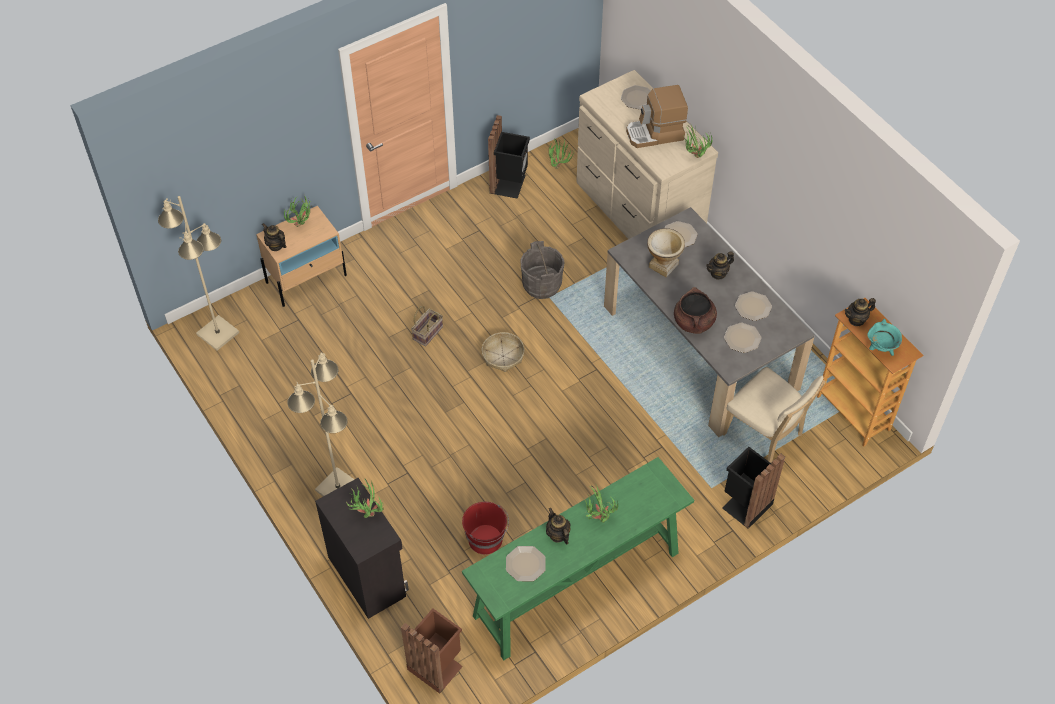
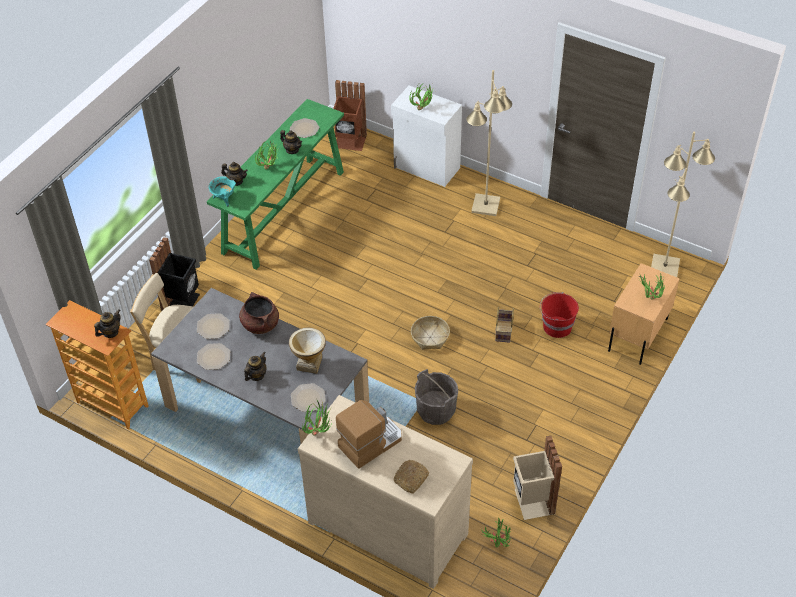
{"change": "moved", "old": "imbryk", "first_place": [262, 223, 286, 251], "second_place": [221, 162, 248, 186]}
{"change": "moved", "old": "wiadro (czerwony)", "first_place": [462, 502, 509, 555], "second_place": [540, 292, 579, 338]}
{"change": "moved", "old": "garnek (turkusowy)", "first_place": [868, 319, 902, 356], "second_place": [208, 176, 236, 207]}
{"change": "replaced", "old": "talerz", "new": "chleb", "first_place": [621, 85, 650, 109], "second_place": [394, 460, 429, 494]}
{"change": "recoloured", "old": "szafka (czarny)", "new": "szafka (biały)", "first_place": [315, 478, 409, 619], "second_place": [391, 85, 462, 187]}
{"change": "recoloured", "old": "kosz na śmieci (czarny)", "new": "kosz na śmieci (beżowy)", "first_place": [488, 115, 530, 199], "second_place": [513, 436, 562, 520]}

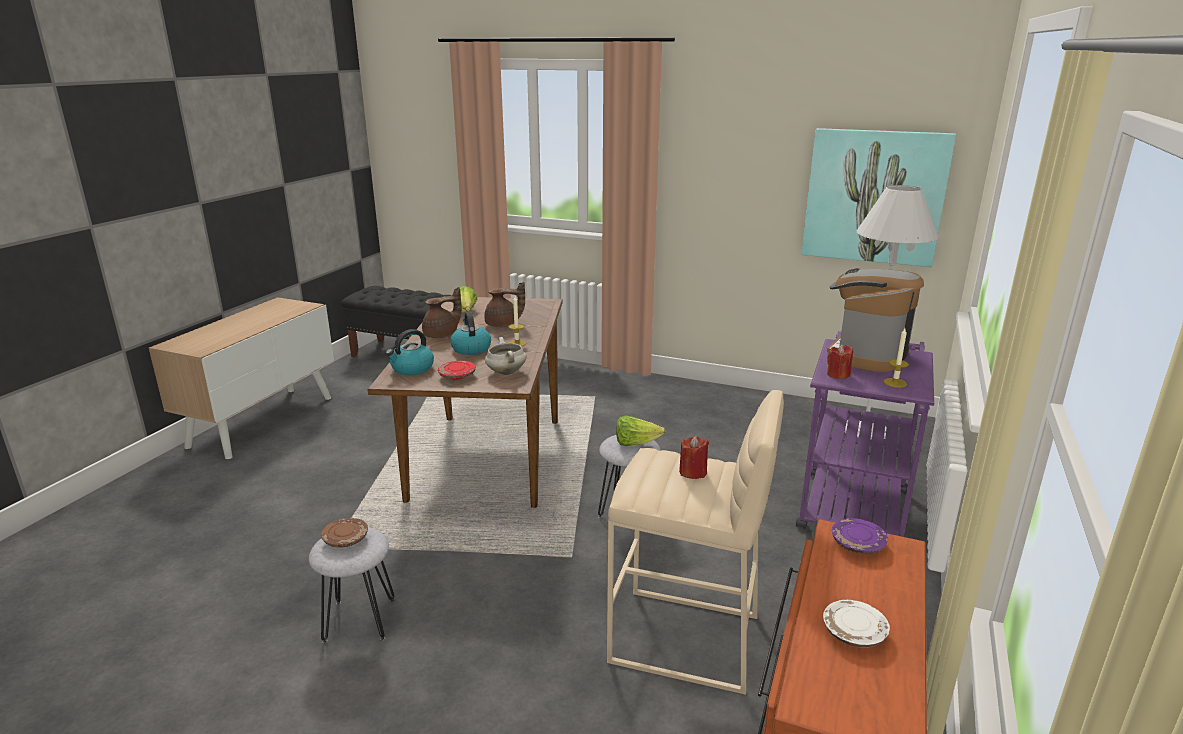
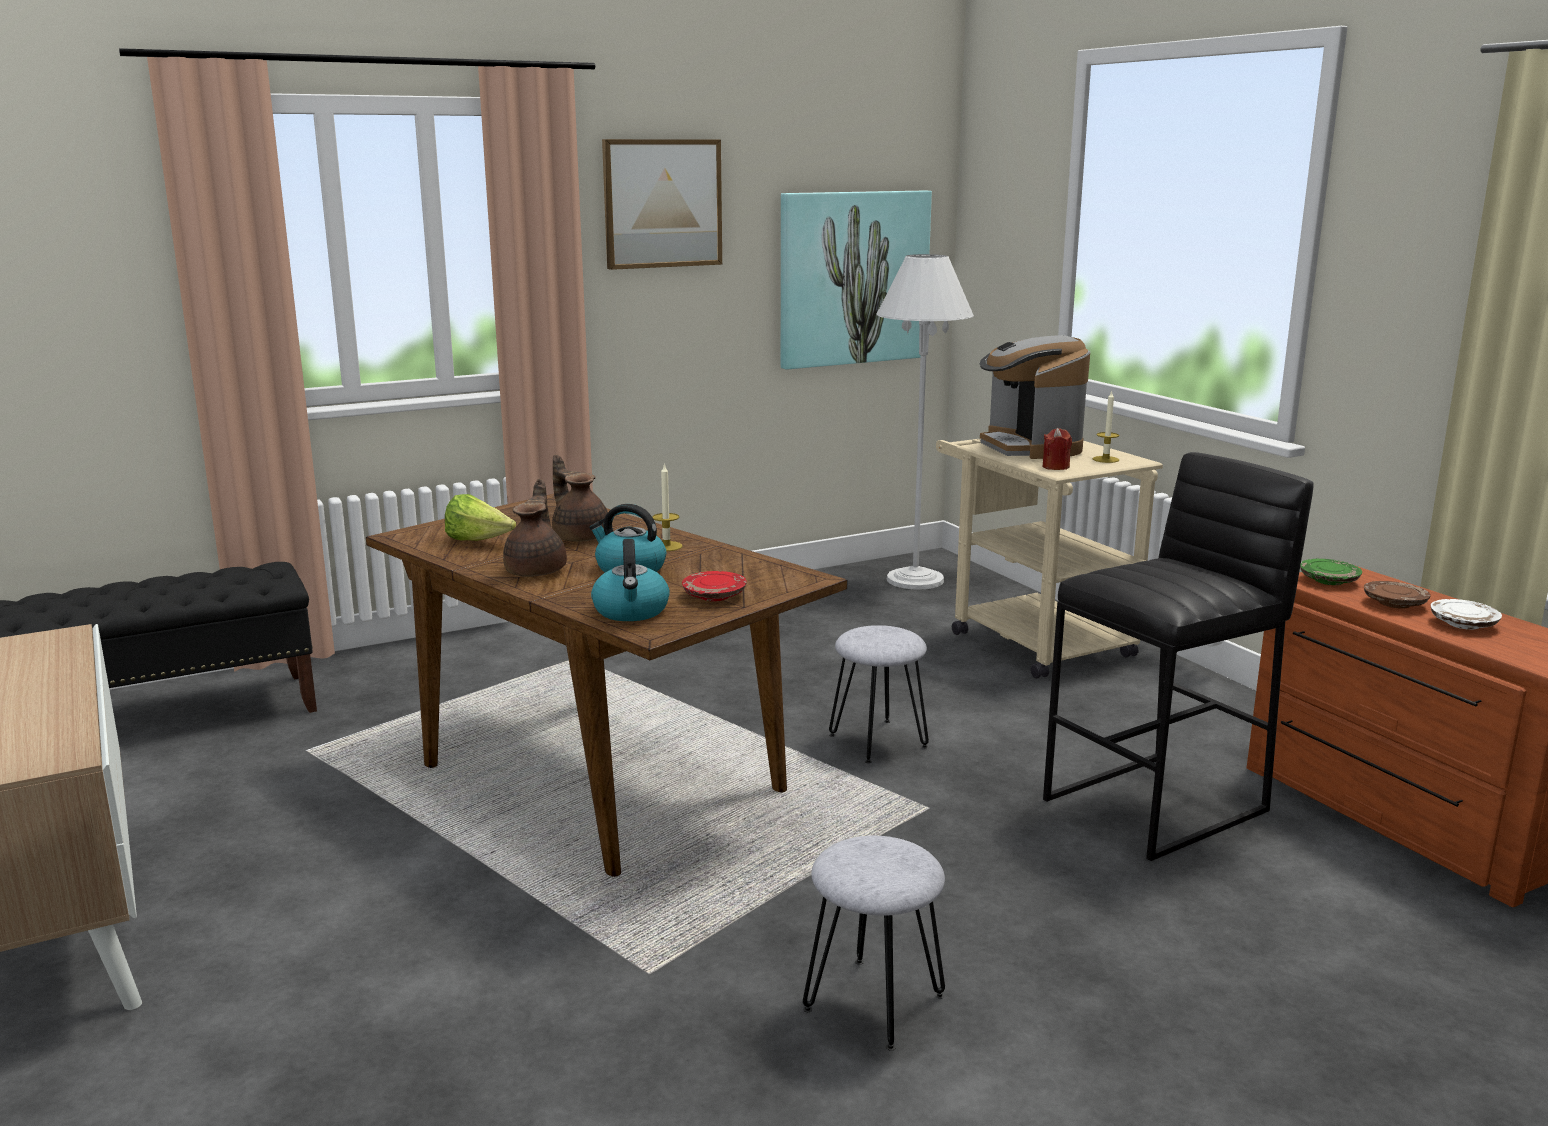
{"change": "removed", "old": "garnek (biały)", "first_place": [485, 337, 527, 375]}
{"change": "removed", "old": "sałata", "first_place": [616, 416, 665, 446]}
{"change": "removed", "old": "świeca (czerwony)", "first_place": [679, 436, 709, 479]}
{"change": "added", "new": "obraz", "second_place": [602, 139, 722, 270]}
{"change": "moved", "old": "talerz (brązowy)", "first_place": [321, 518, 368, 548], "second_place": [1364, 581, 1431, 609]}
{"change": "recoloured", "old": "stołek (beżowy)", "new": "stołek (czarny)", "first_place": [607, 390, 784, 695], "second_place": [1043, 452, 1314, 861]}
{"change": "recoloured", "old": "wózek (fioletowy)", "new": "wózek (beżowy)", "first_place": [796, 331, 934, 537], "second_place": [936, 438, 1163, 679]}
{"change": "recoloured", "old": "talerz (fioletowy)", "new": "talerz (zielony)", "first_place": [832, 518, 888, 554], "second_place": [1300, 559, 1362, 585]}
{"change": "turned", "old": "imbryk (brązowy)", "first_place": [484, 282, 525, 327], "second_place": [552, 455, 608, 542], "degrees": -75}

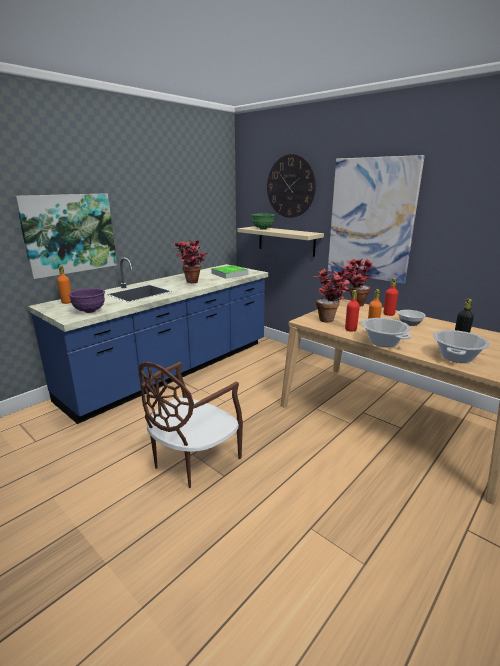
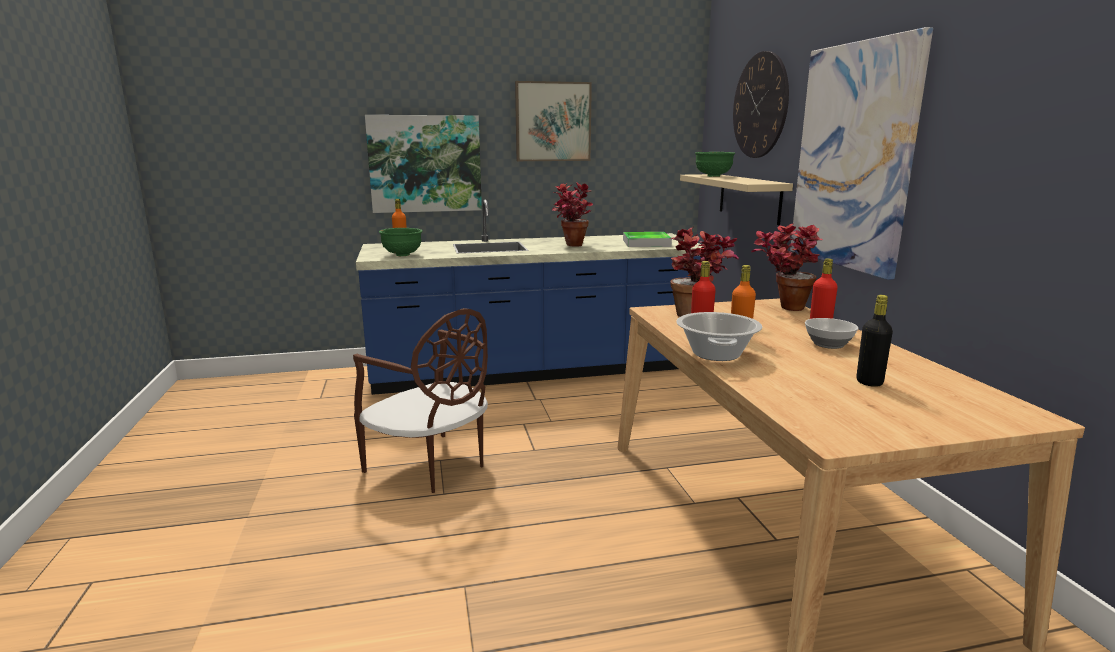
{"change": "removed", "old": "garnek", "first_place": [433, 330, 490, 363]}
{"change": "added", "new": "obraz", "second_place": [515, 81, 592, 161]}
{"change": "recoloured", "old": "miska (fioletowy)", "new": "miska (zielony)", "first_place": [69, 288, 105, 313], "second_place": [379, 228, 423, 256]}
{"change": "turned", "old": "krzesło (brązowy)", "first_place": [138, 362, 243, 488], "second_place": [353, 308, 488, 493], "degrees": -120}

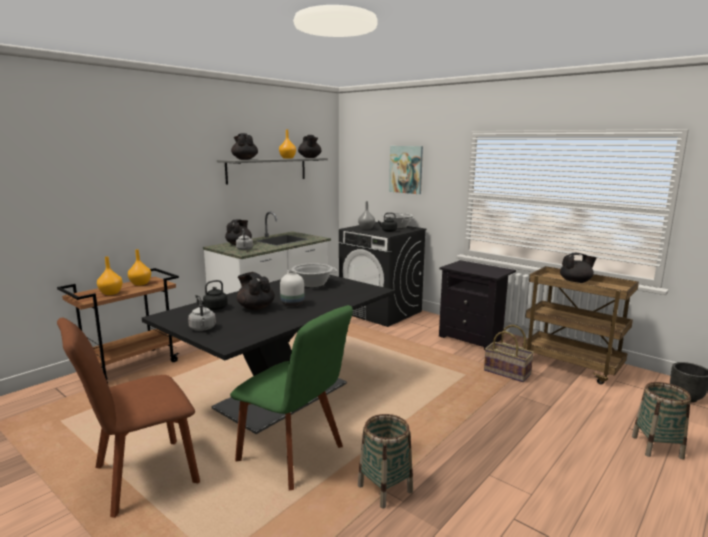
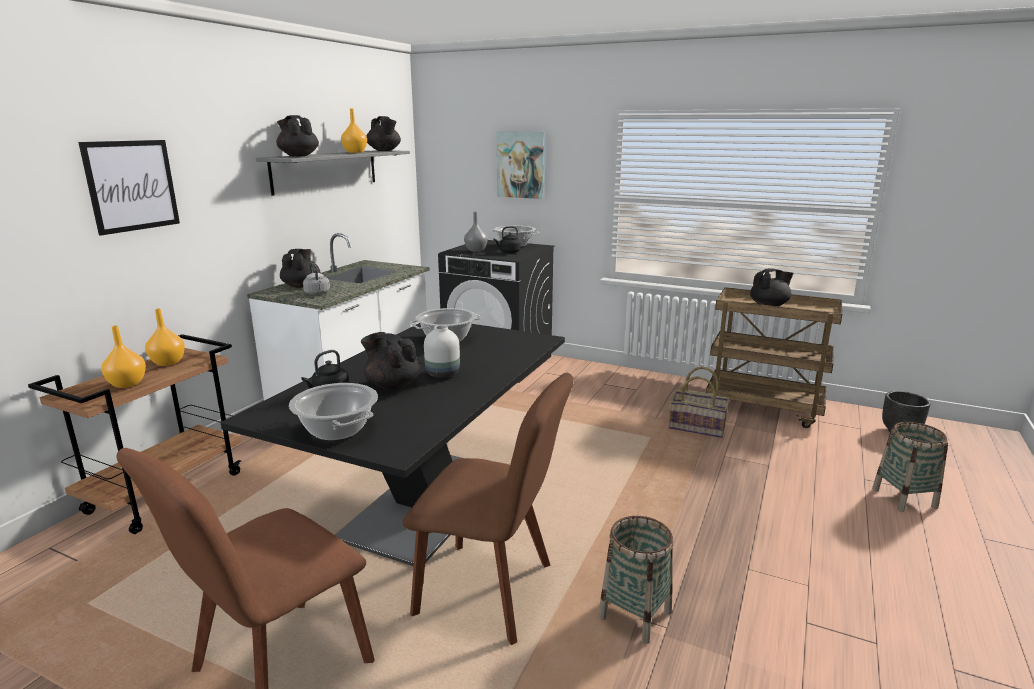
{"change": "removed", "old": "szafka nocna (czarny)", "first_place": [439, 260, 516, 350]}
{"change": "added", "new": "obraz", "second_place": [78, 140, 180, 236]}
{"change": "replaced", "old": "czajnik (szary)", "new": "garnek", "first_place": [188, 297, 216, 331], "second_place": [289, 383, 378, 441]}
{"change": "recoloured", "old": "krzesło (zielony)", "new": "krzesło (brązowy)", "first_place": [230, 305, 353, 490], "second_place": [403, 373, 574, 645]}

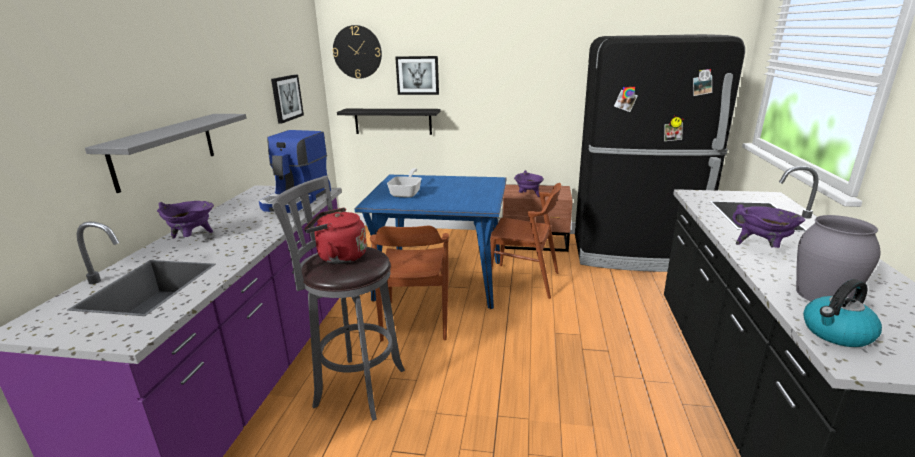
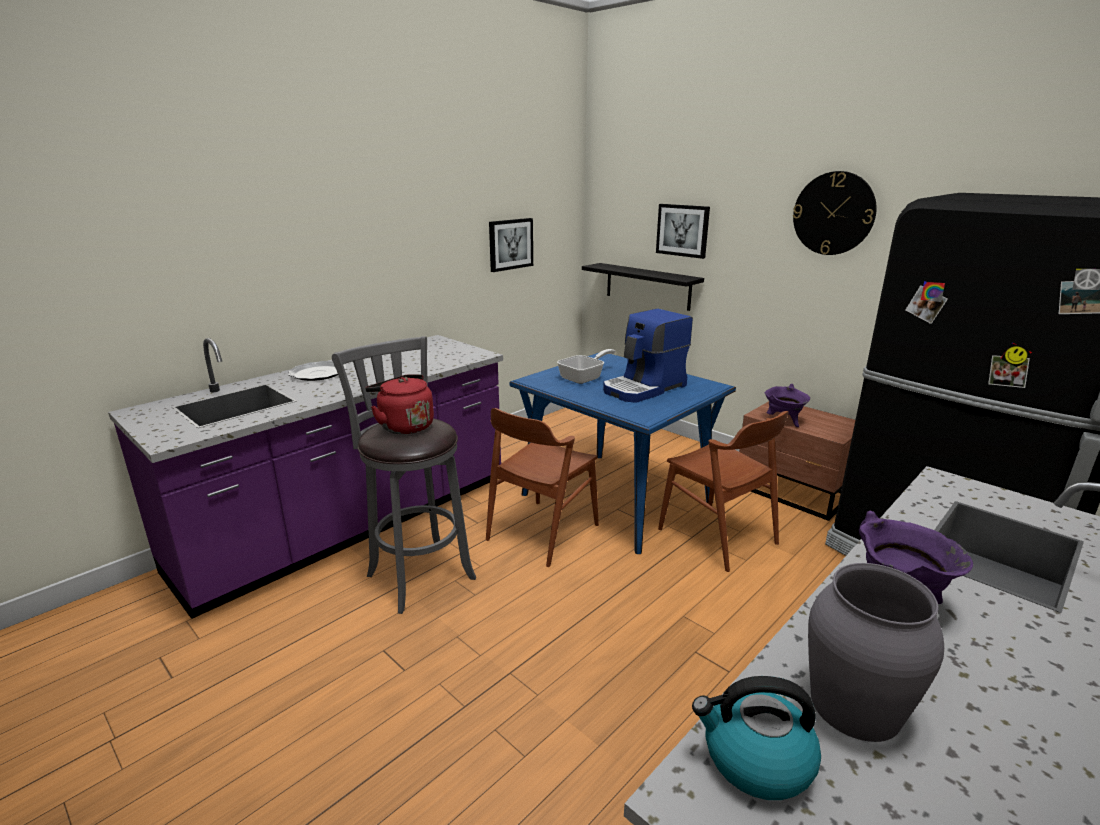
{"change": "removed", "old": "półka (szary)", "first_place": [85, 114, 247, 193]}
{"change": "moved", "old": "ekspres do kawy", "first_place": [259, 130, 331, 213], "second_place": [603, 309, 693, 403]}
{"change": "moved", "old": "zegar ścienny", "first_place": [333, 25, 382, 79], "second_place": [793, 171, 877, 255]}
{"change": "replaced", "old": "garnek (fioletowy)", "new": "talerz", "first_place": [157, 201, 214, 239], "second_place": [288, 361, 347, 381]}

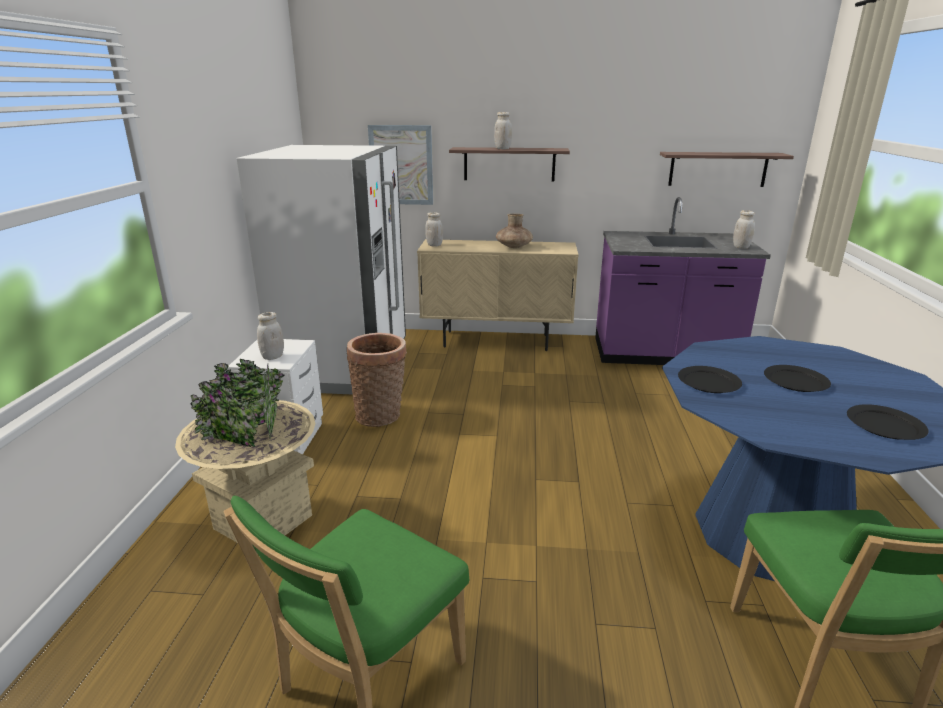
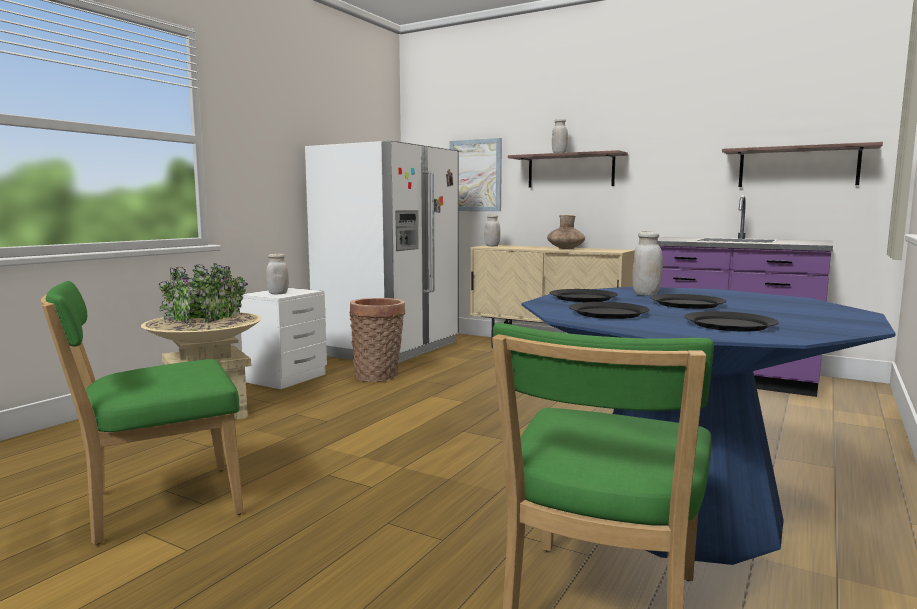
{"change": "added", "new": "talerz (czarny)", "second_place": [569, 302, 649, 319]}
{"change": "moved", "old": "słoik (biały)", "first_place": [733, 210, 755, 249], "second_place": [632, 231, 663, 296]}

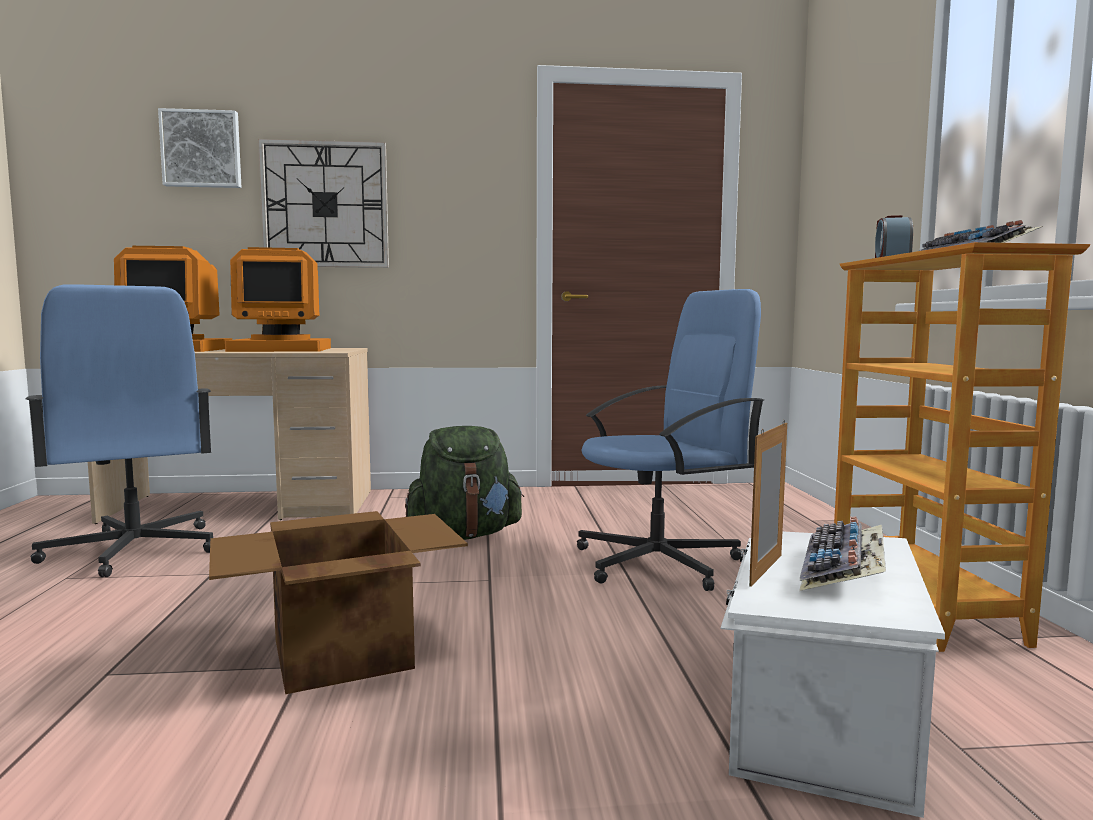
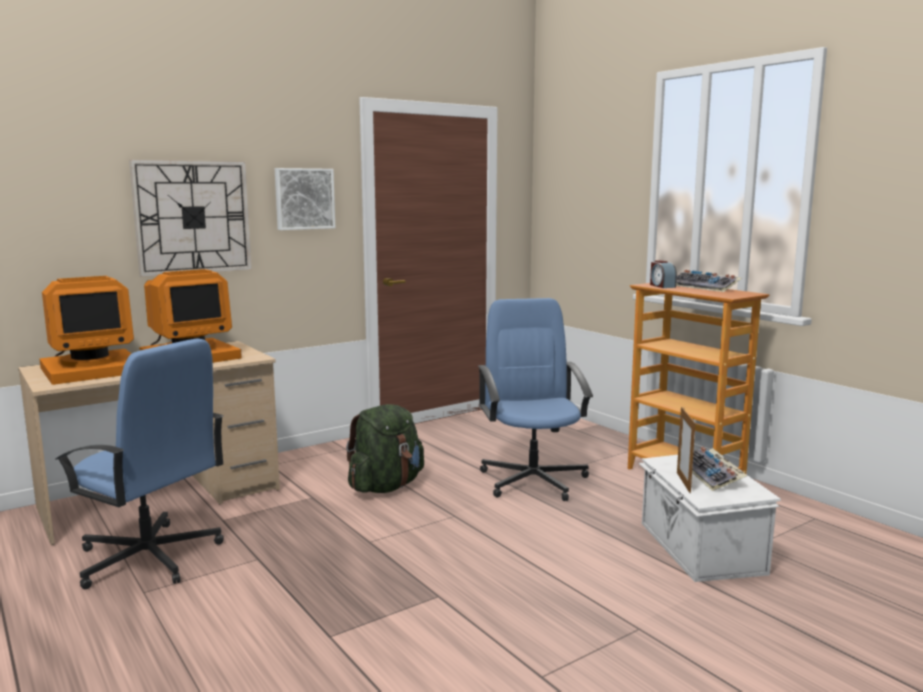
{"change": "removed", "old": "karton", "first_place": [209, 511, 468, 694]}
{"change": "moved", "old": "obraz", "first_place": [158, 108, 242, 188], "second_place": [275, 168, 335, 230]}
{"change": "turned", "old": "krzesło biurowe (niebieski)", "first_place": [577, 289, 764, 591], "second_place": [478, 298, 593, 501], "degrees": -45}

